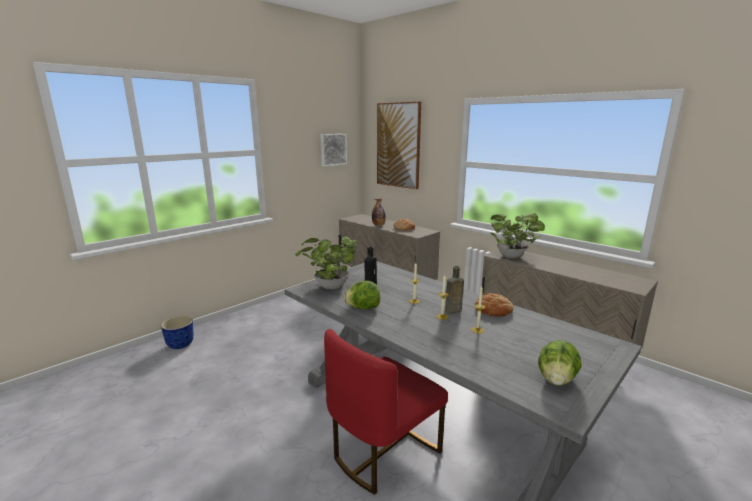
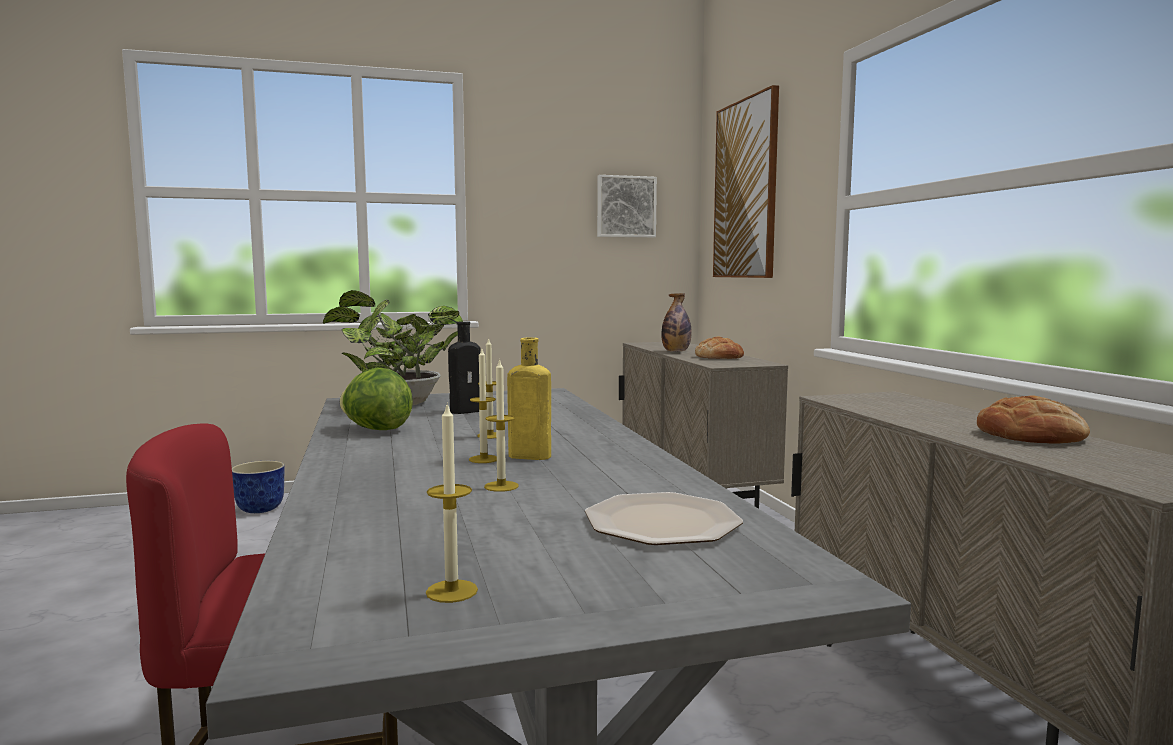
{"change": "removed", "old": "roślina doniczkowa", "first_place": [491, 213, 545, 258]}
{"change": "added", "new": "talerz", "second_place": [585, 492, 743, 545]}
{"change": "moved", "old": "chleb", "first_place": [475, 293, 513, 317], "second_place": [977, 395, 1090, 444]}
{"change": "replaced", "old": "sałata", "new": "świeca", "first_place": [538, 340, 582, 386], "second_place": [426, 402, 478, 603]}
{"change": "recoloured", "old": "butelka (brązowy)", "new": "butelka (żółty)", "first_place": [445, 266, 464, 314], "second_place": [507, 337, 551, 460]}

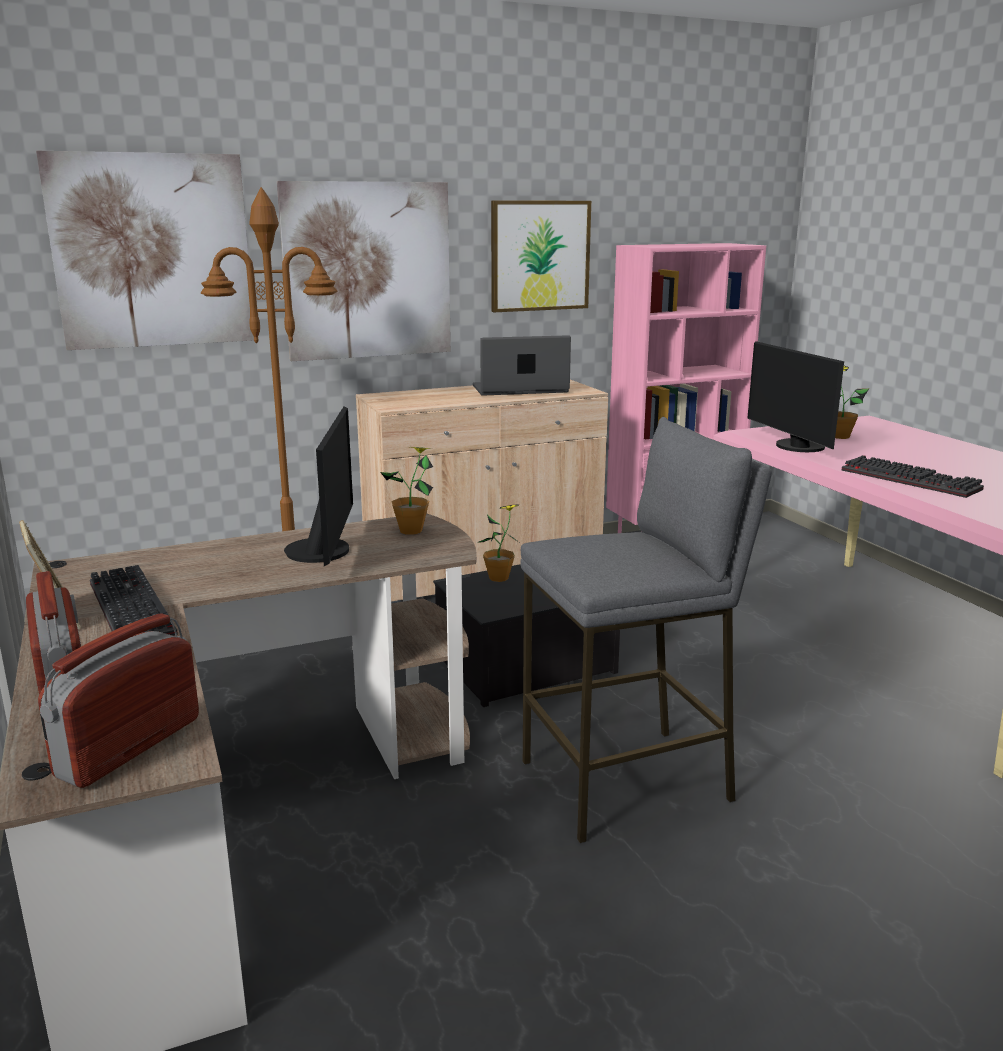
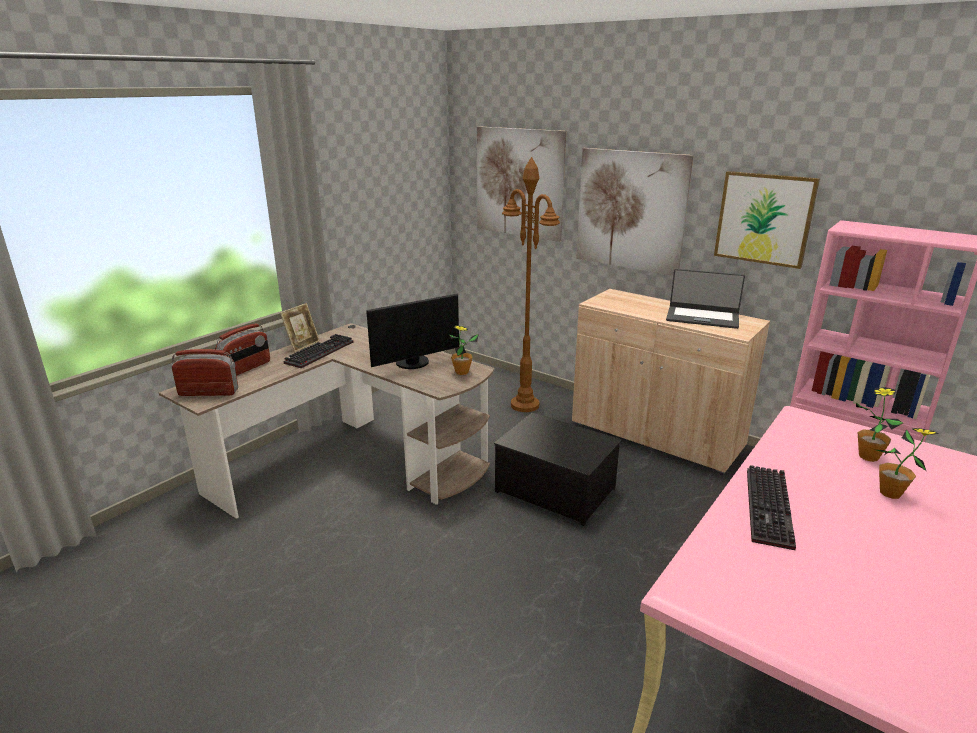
{"change": "removed", "old": "stołek (szary)", "first_place": [520, 416, 772, 844]}
{"change": "removed", "old": "monitor", "first_place": [747, 341, 844, 452]}
{"change": "moved", "old": "roślina doniczkowa", "first_place": [477, 504, 519, 582], "second_place": [877, 428, 939, 499]}
{"change": "turned", "old": "laptop", "first_place": [473, 335, 571, 396], "second_place": [666, 269, 745, 329], "degrees": 150}

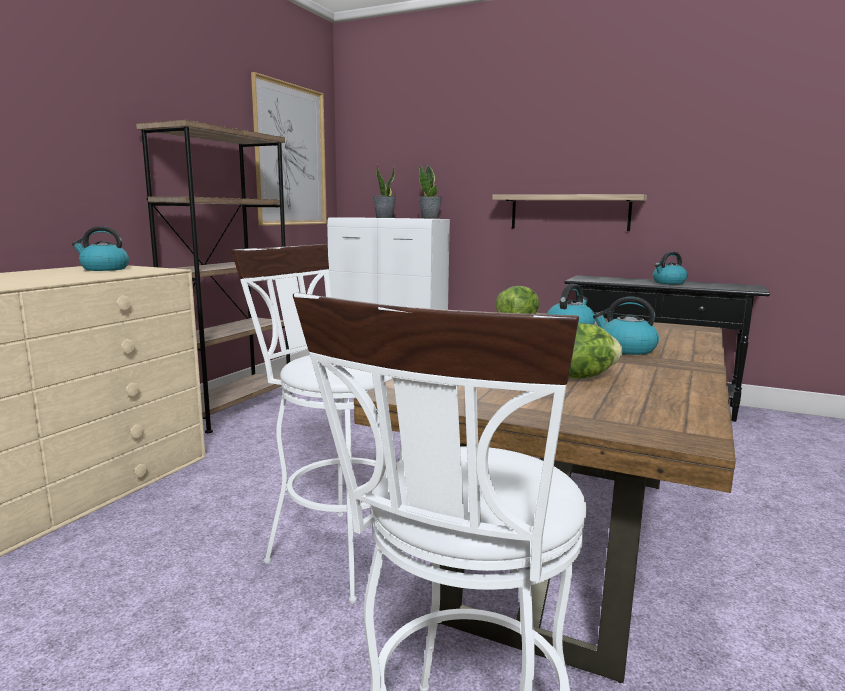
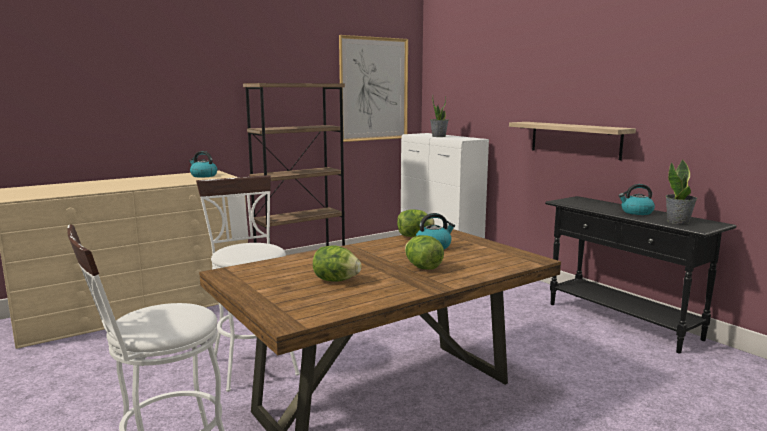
{"change": "moved", "old": "roślina doniczkowa", "first_place": [418, 165, 442, 219], "second_place": [666, 159, 697, 224]}
{"change": "replaced", "old": "czajnik", "new": "sałata", "first_place": [593, 296, 659, 355], "second_place": [405, 235, 444, 270]}

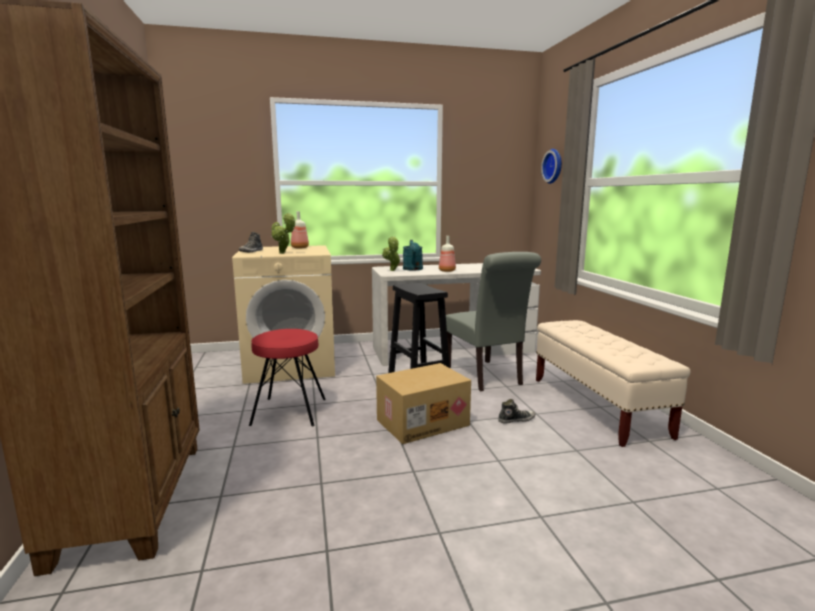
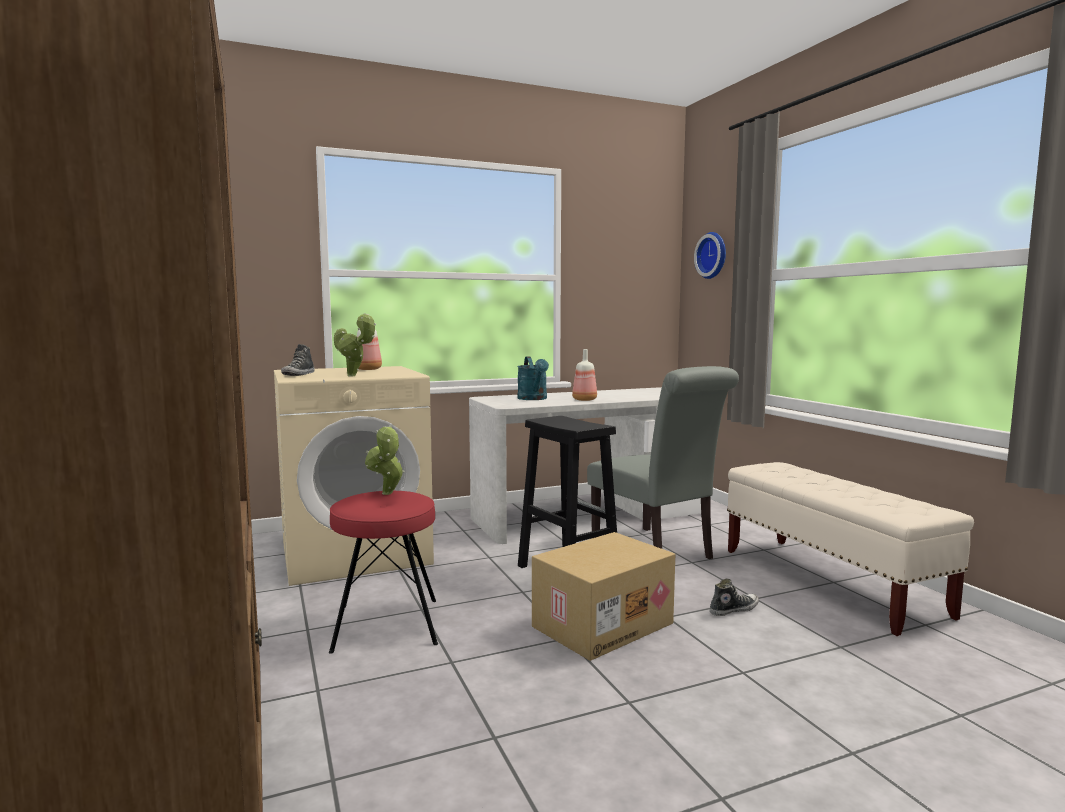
{"change": "moved", "old": "roślina doniczkowa", "first_place": [382, 236, 401, 271], "second_place": [365, 425, 405, 495]}

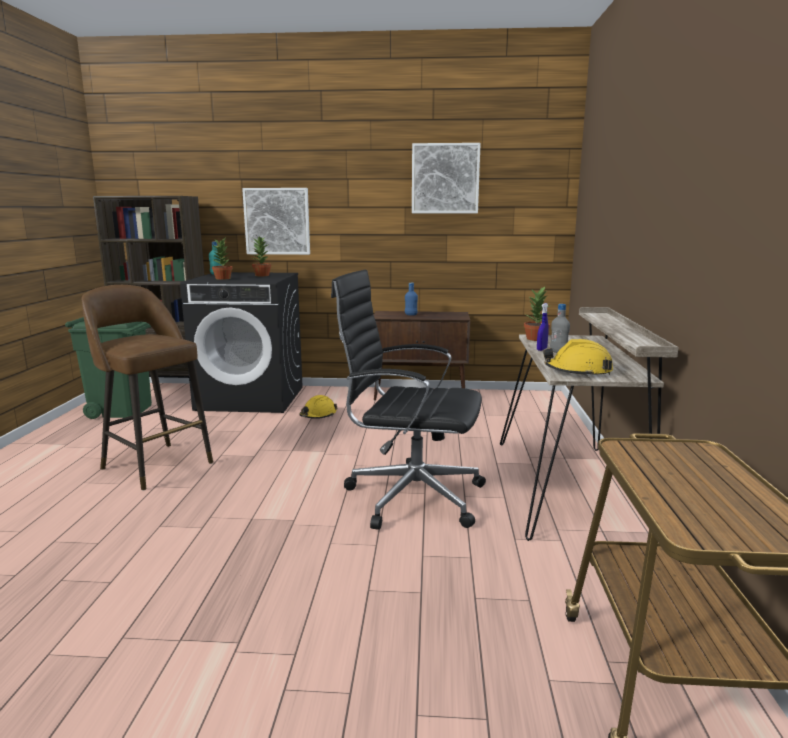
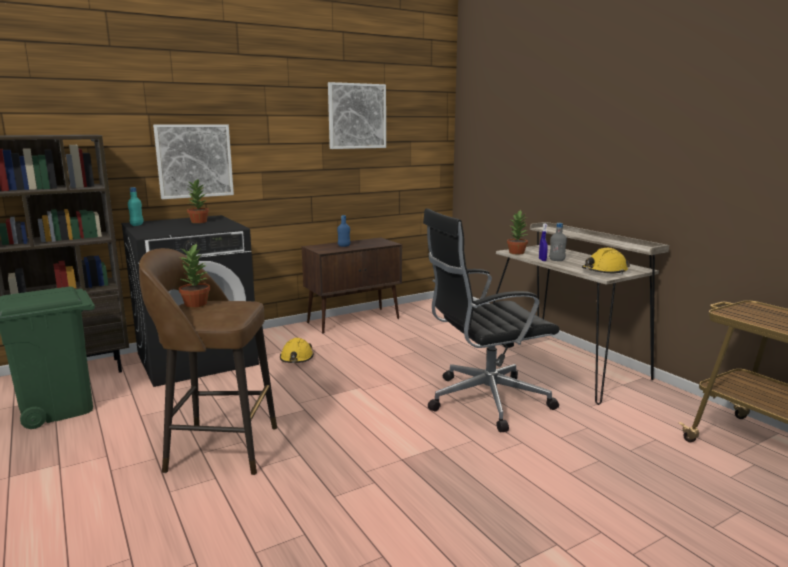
{"change": "moved", "old": "roślina doniczkowa", "first_place": [212, 238, 233, 280], "second_place": [179, 243, 210, 308]}

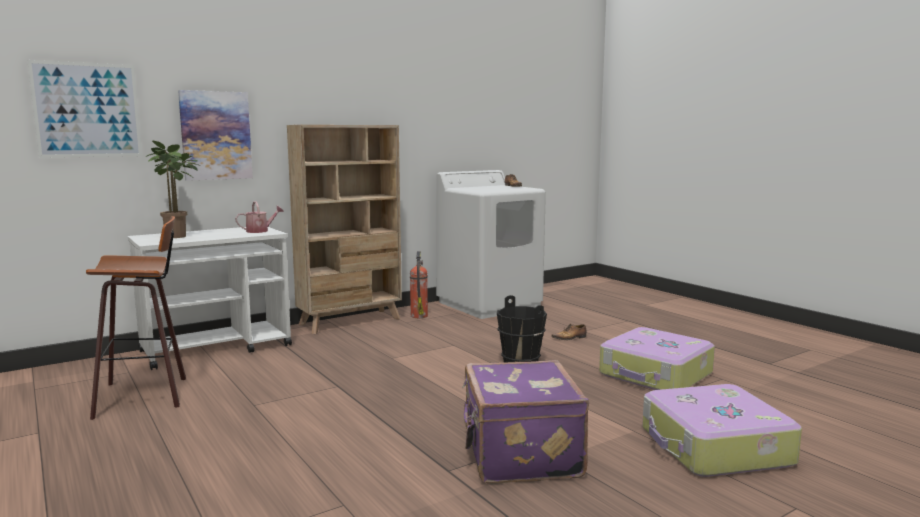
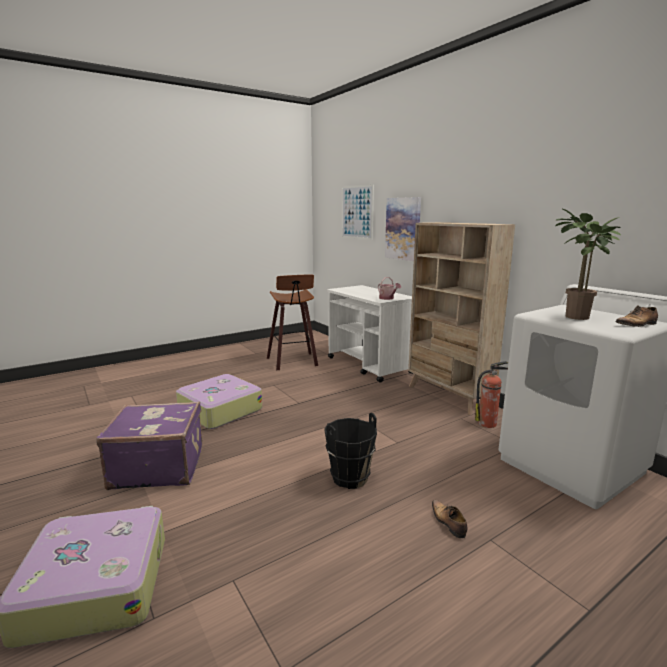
{"change": "moved", "old": "roślina doniczkowa", "first_place": [145, 140, 200, 238], "second_place": [555, 208, 621, 320]}
{"change": "moved", "old": "walizka", "first_place": [599, 327, 715, 390], "second_place": [176, 374, 262, 429]}

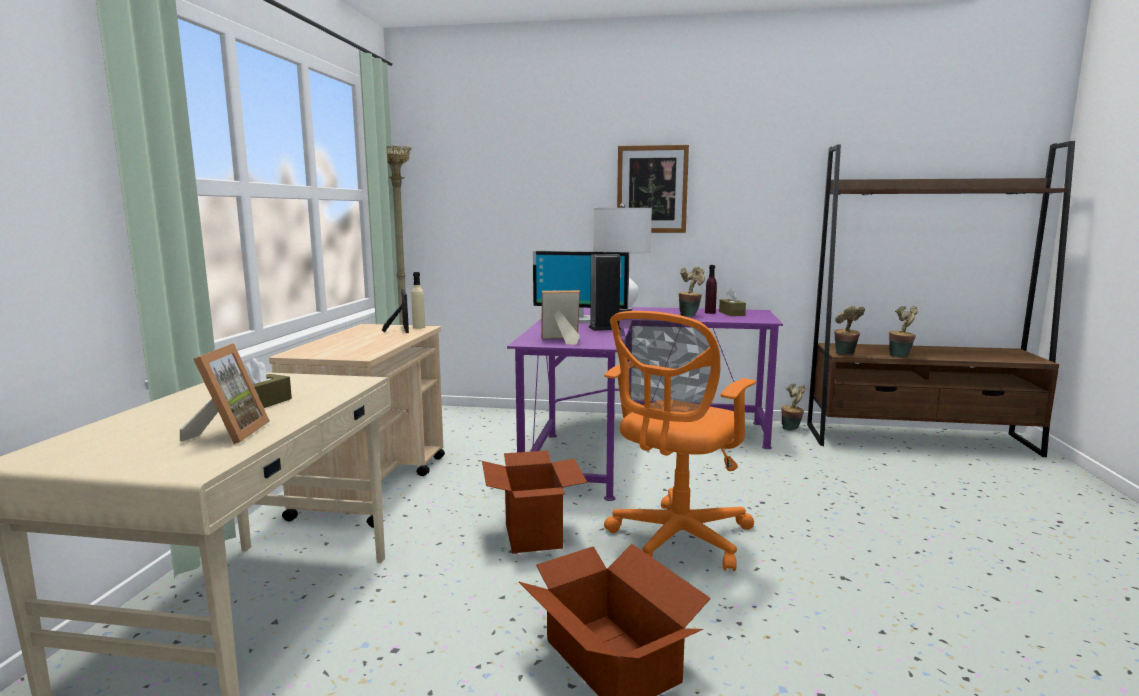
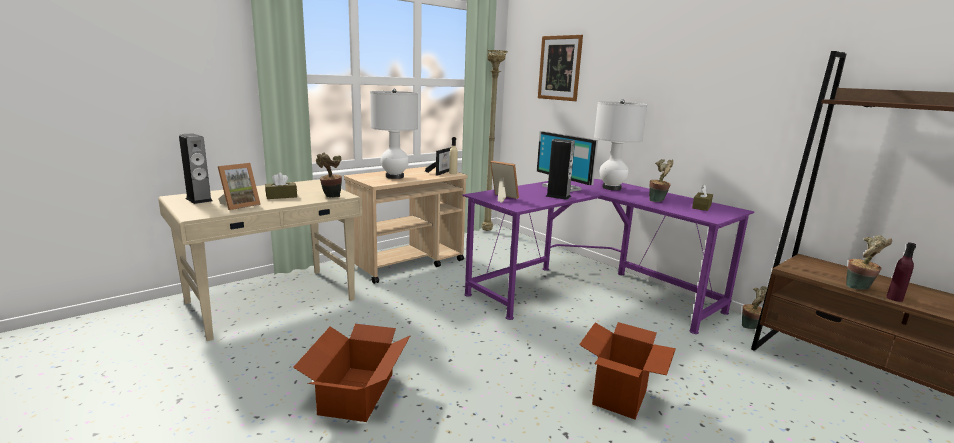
{"change": "removed", "old": "krzesło biurowe (pomarańczowy)", "first_place": [604, 311, 756, 571]}
{"change": "added", "new": "głośnik", "second_place": [179, 133, 213, 204]}
{"change": "added", "new": "lampa stołowa (biały)", "second_place": [370, 89, 418, 179]}
{"change": "moved", "old": "karton", "first_place": [482, 450, 588, 553], "second_place": [579, 322, 676, 420]}
{"change": "moved", "old": "obraz", "first_place": [617, 145, 689, 233], "second_place": [538, 35, 583, 101]}
{"change": "moved", "old": "butelka (fioletowy)", "first_place": [705, 265, 717, 314], "second_place": [886, 242, 916, 302]}
{"change": "moved", "old": "roślina doniczkowa", "first_place": [834, 305, 865, 354], "second_place": [316, 153, 342, 198]}

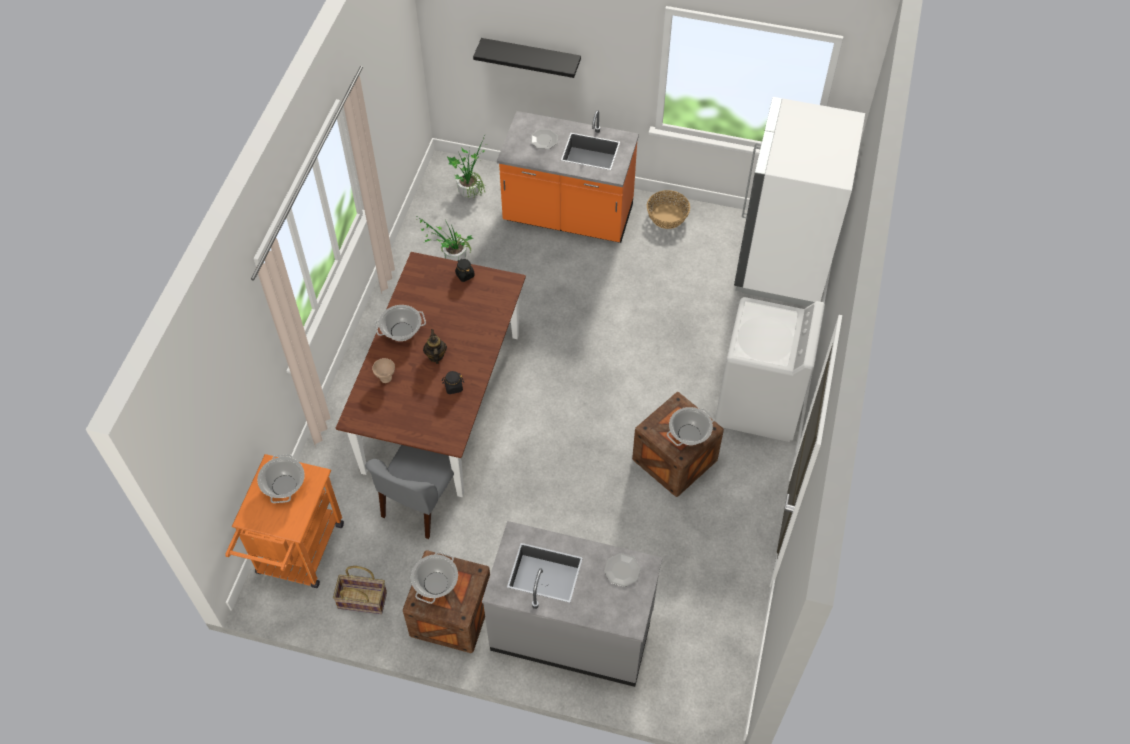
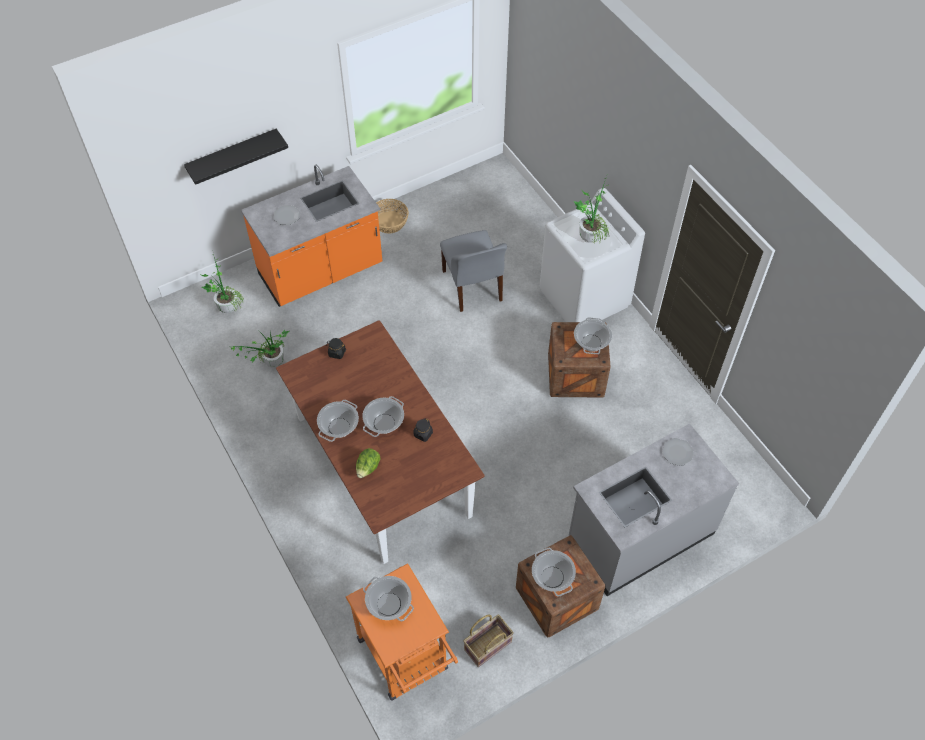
{"change": "removed", "old": "lodówka (biały)", "first_place": [734, 97, 865, 306]}
{"change": "added", "new": "roślina doniczkowa", "second_place": [574, 176, 609, 243]}
{"change": "moved", "old": "krzesło (szary)", "first_place": [365, 445, 462, 539], "second_place": [440, 230, 507, 312]}
{"change": "replaced", "old": "miska (beżowy)", "new": "sałata", "first_place": [372, 358, 395, 383], "second_place": [356, 448, 380, 478]}
{"change": "replaced", "old": "imbryk", "new": "garnek", "first_place": [423, 329, 447, 364], "second_place": [362, 396, 404, 437]}

